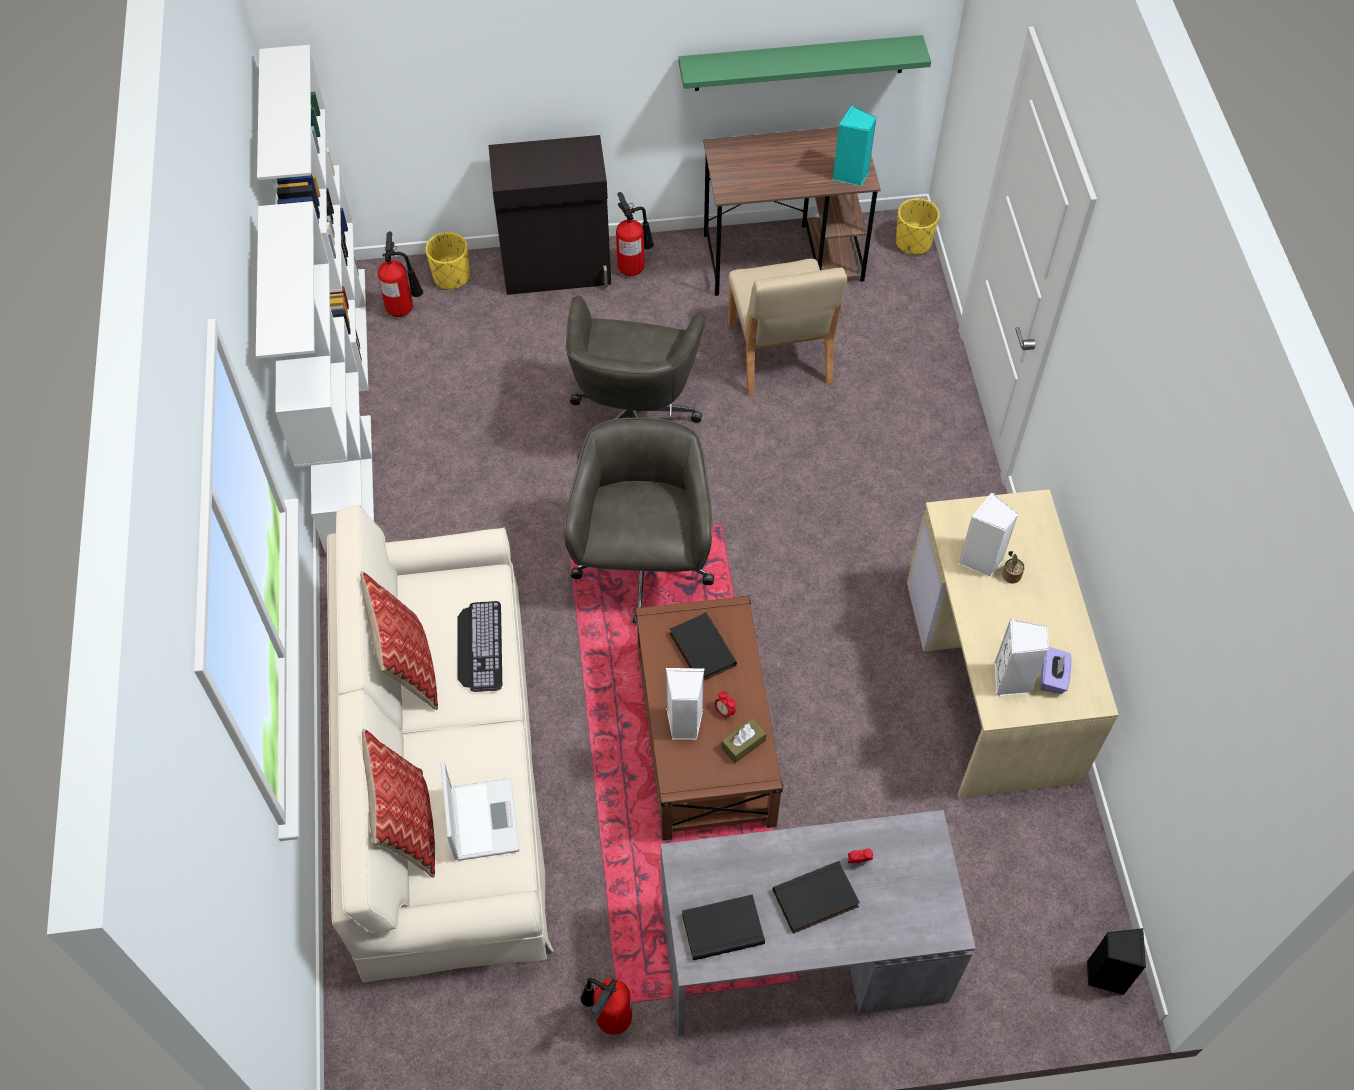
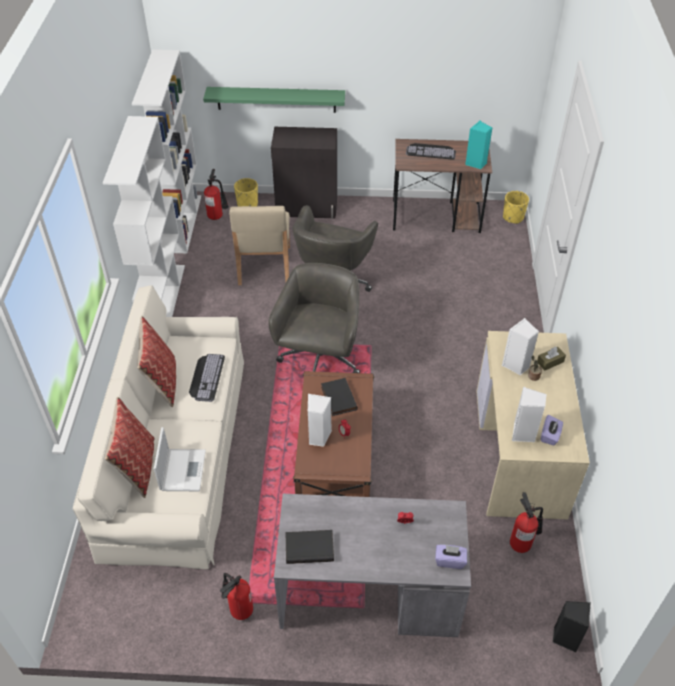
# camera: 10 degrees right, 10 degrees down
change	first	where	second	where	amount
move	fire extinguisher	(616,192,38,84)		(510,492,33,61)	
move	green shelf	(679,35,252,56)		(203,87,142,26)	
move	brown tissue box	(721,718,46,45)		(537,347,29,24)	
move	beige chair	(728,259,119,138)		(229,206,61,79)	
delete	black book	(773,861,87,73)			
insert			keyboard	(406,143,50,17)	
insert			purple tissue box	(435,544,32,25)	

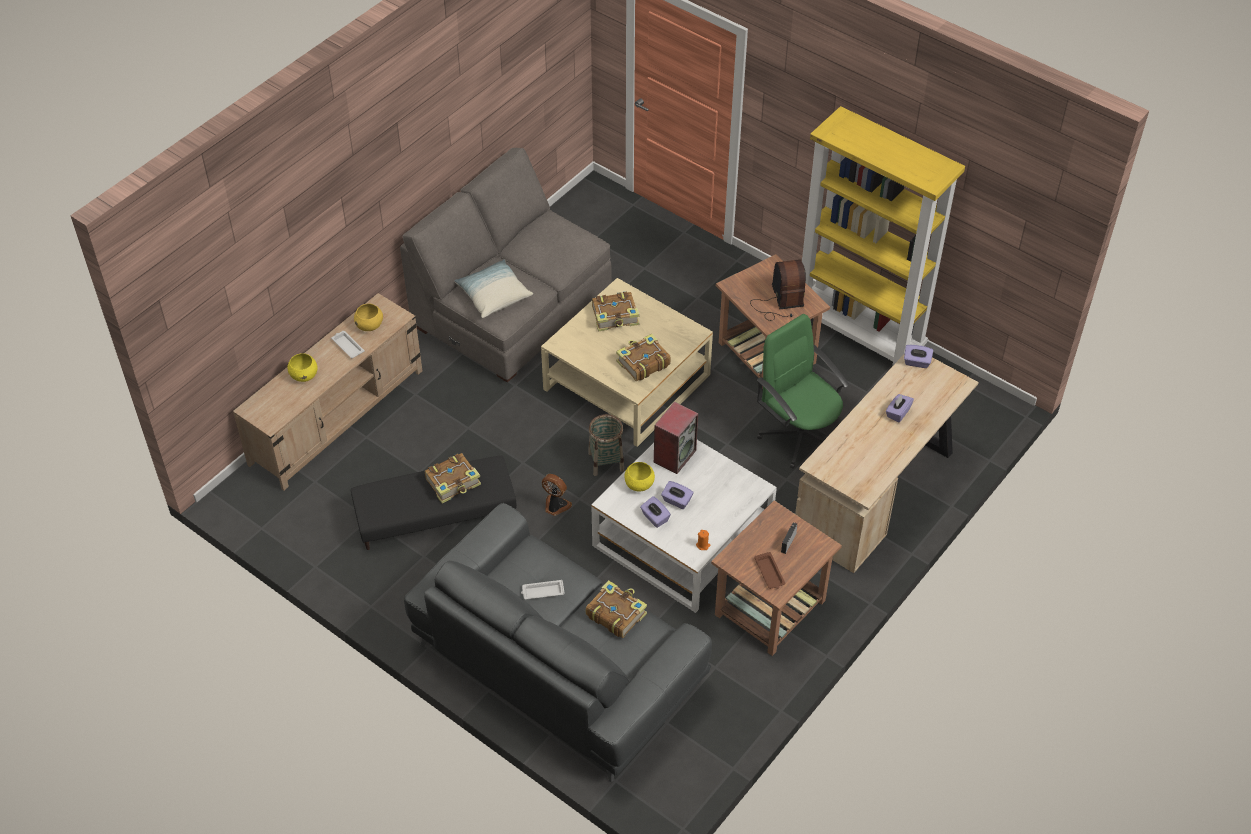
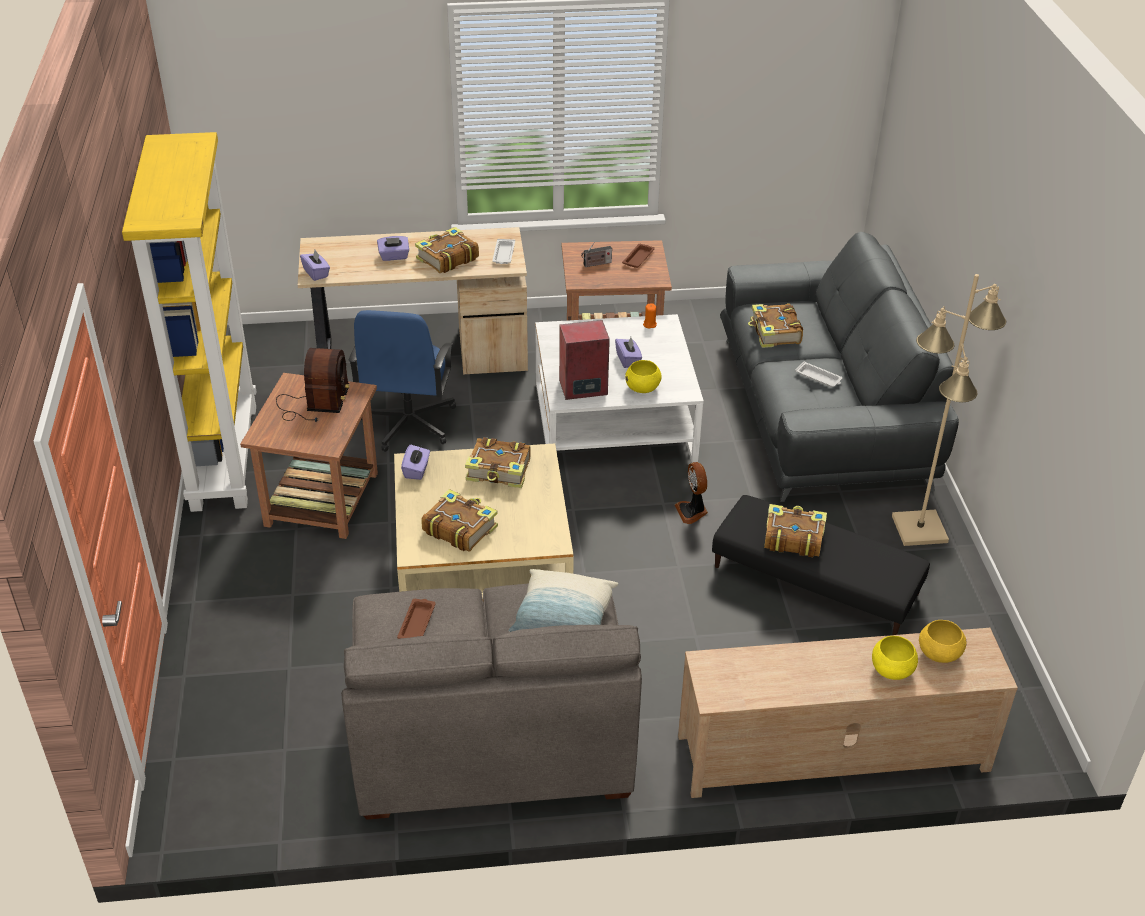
# camera: 135 degrees left, 10 degrees down
change	first	where	second	where	amount
move	white tray	(331,331,33,27)		(492,239,23,25)	
move	yellow bowl	(354,304,29,27)		(919,620,48,43)	
delete	basket	(588,414,36,62)			
move	purple tissue box	(640,496,31,32)		(401,444,29,36)	
rotate	radio	(750,259,56,62)		(276,348,74,74)	150 degrees clockwise
recolor	green office chair	(757,314,92,155)	blue office chair	(348,310,108,142)	
insert			brown tray	(397,599,39,40)	
insert			book	(415,227,64,46)	
insert			beige floor lamp	(892,274,114,272)	

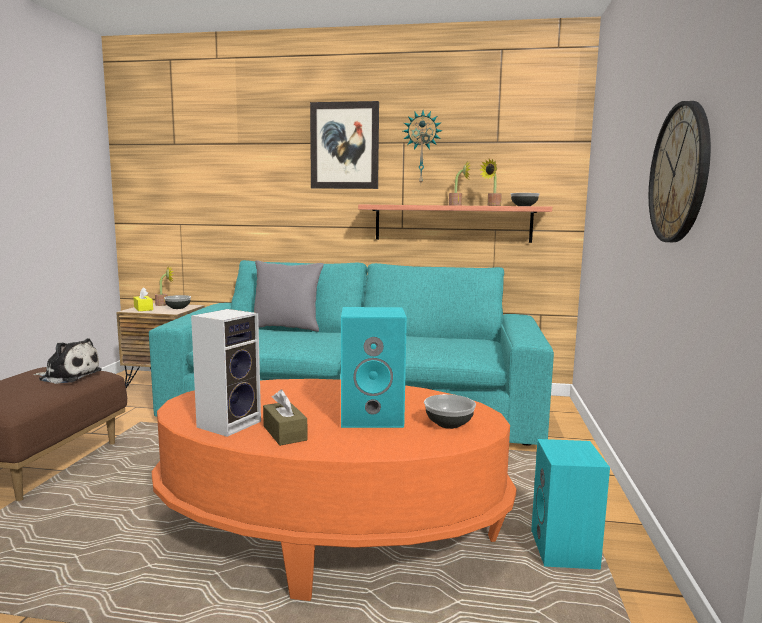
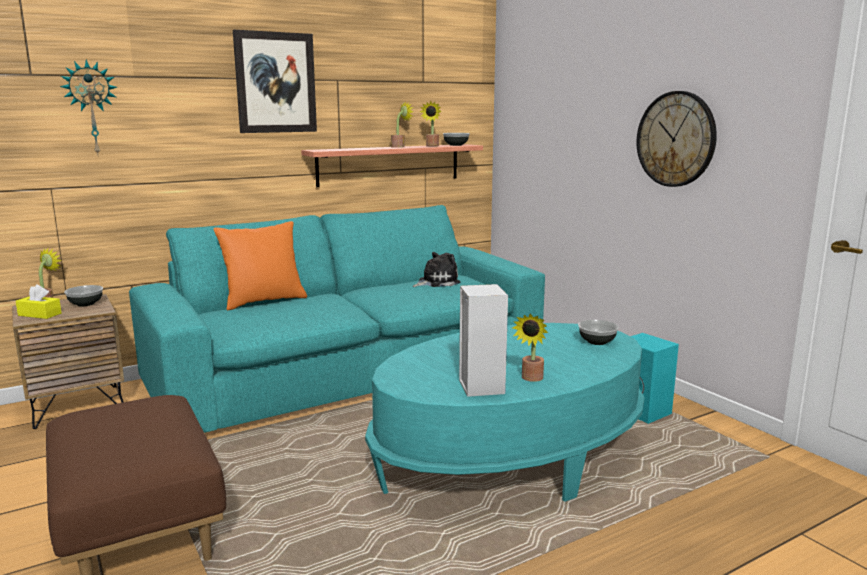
# camera: 40 degrees left, 5 degrees up
change	first	where	second	where	amount
move	plush toy	(33,338,69,46)		(413,252,48,35)	
recolor	orange coffee table	(152,379,365,222)	turquoise coffee table	(365,323,280,179)	
recolor	grey pillow	(254,260,70,72)	orange pillow	(214,221,93,89)	
replace	brown tissue box	(263,390,45,56)	potted plant	(512,314,36,68)	
delete	turquoise speaker	(341,307,66,121)			
move	wall clock	(403,110,40,73)		(60,60,57,95)	

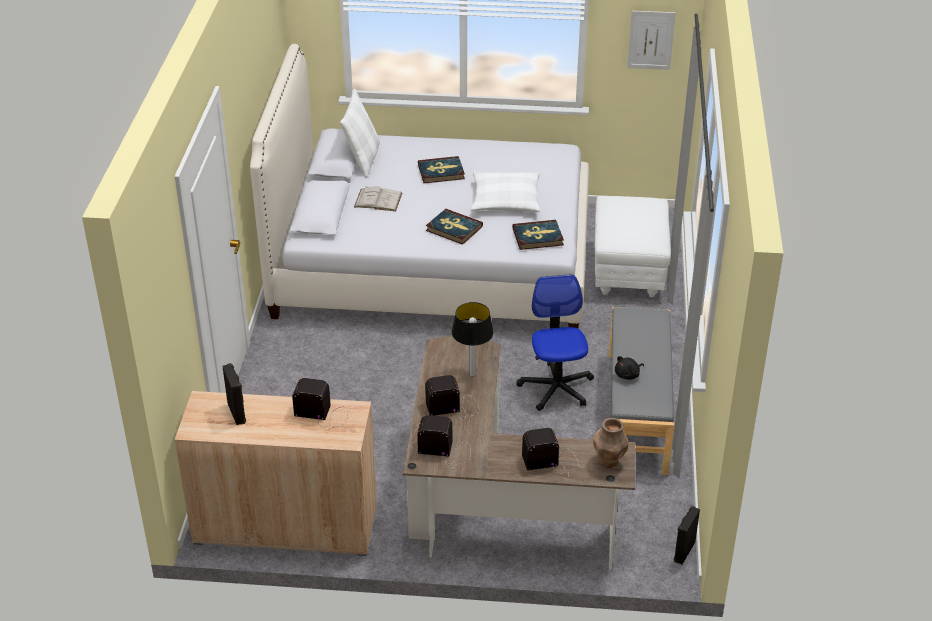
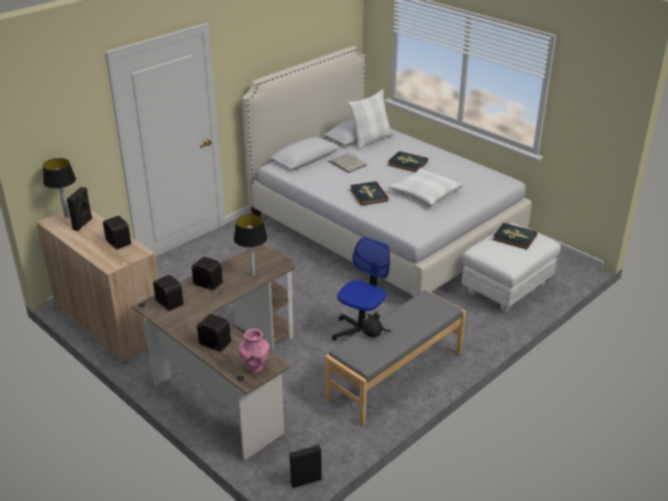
# camera: 40 degrees right, 5 degrees down
change	first	where	second	where	amount
move	book	(513,220,51,30)		(493,223,44,27)	
recolor	brown vase	(593,418,35,50)	pink vase	(238,329,32,44)	
delete	picture	(627,11,49,59)			
insert			table lamp	(43,158,33,60)	

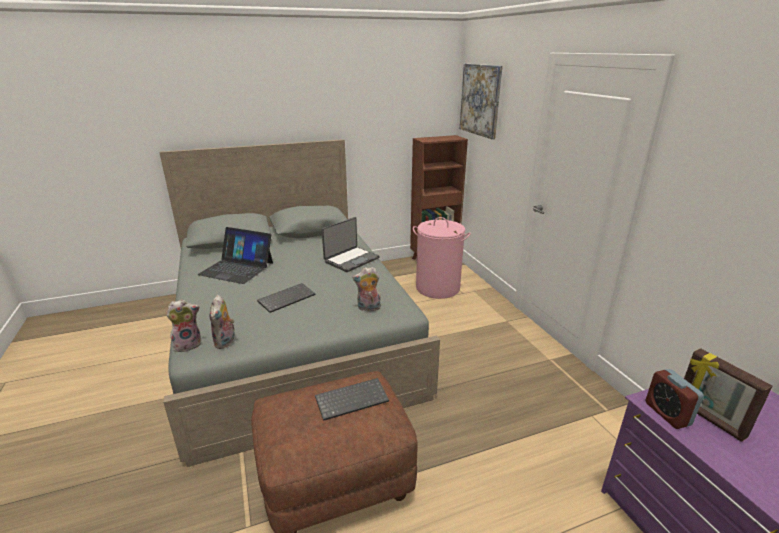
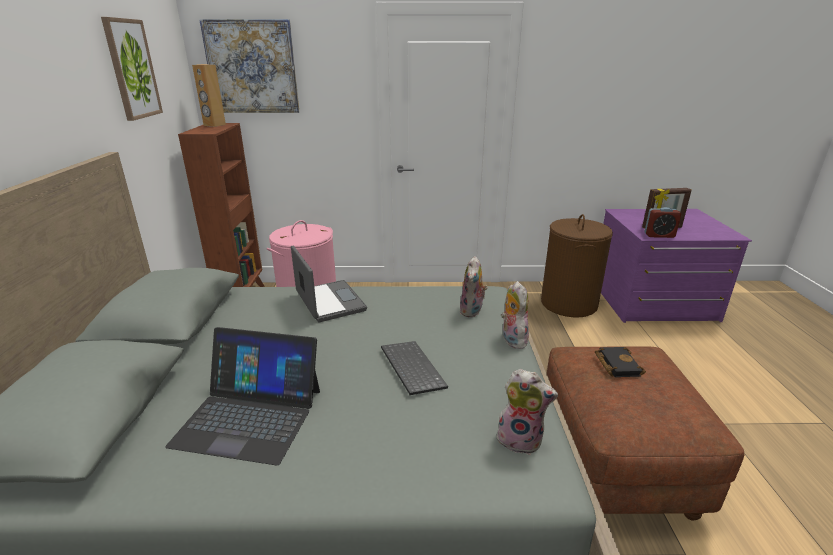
# camera: 70 degrees left, 0 degrees up
change	first	where	second	where	amount
move	plush toy	(167,299,34,53)		(501,281,28,68)	
rotate	laptop	(198,227,75,57)		(165,327,155,138)	60 degrees clockwise
replace	keyboard	(315,378,74,43)	black book	(595,347,51,30)	
insert			picture	(101,17,62,104)	
insert			brown speaker	(192,64,34,63)	
insert			brown laundry basket	(541,214,72,103)	

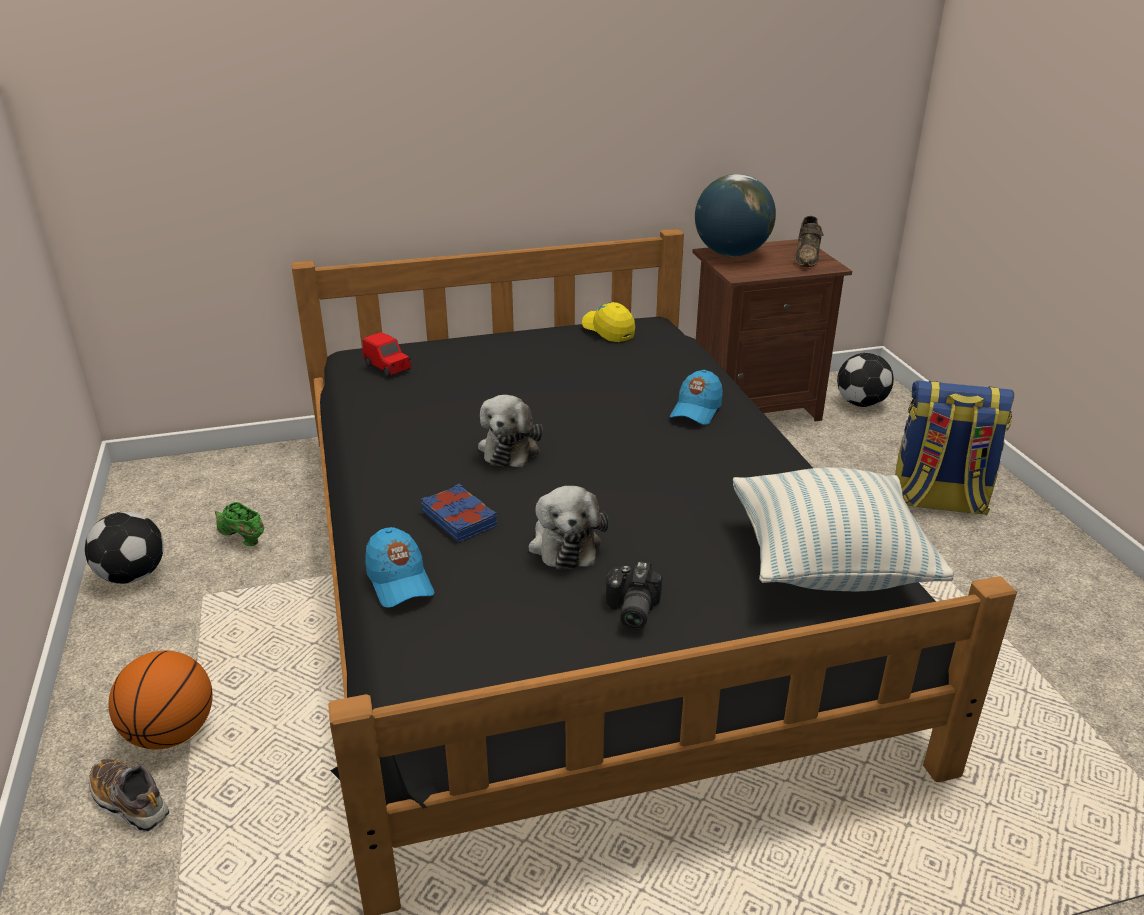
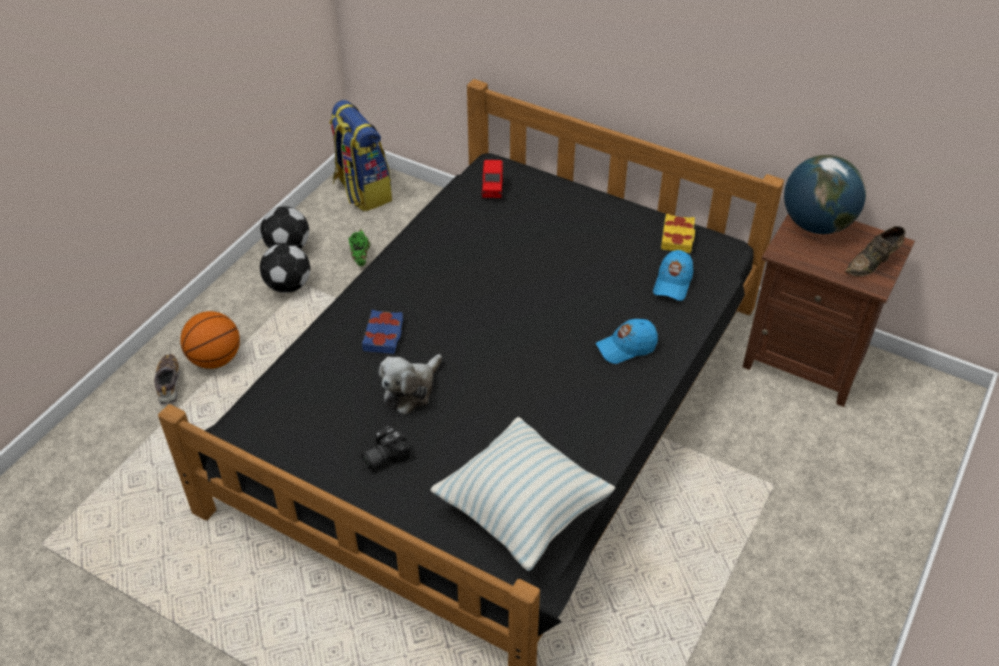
# camera: 45 degrees right, 15 degrees up
change	first	where	second	where	amount
move	blue cap	(365,527,69,81)		(653,250,40,51)	
delete	plush toy	(478,395,65,72)			
replace	yellow cap	(582,302,53,40)	yellow book	(661,214,34,39)	
move	football	(837,353,57,54)		(260,243,50,50)	
move	backpack	(895,381,119,134)		(330,100,62,112)	

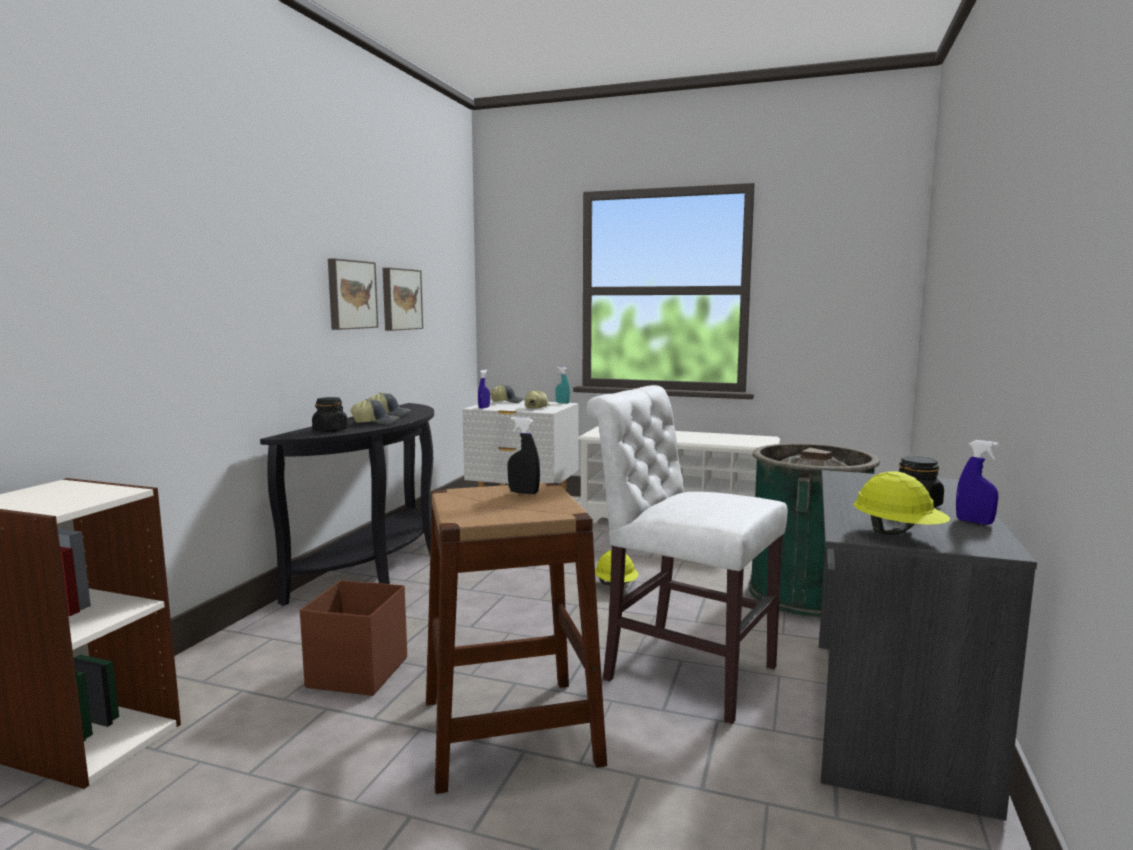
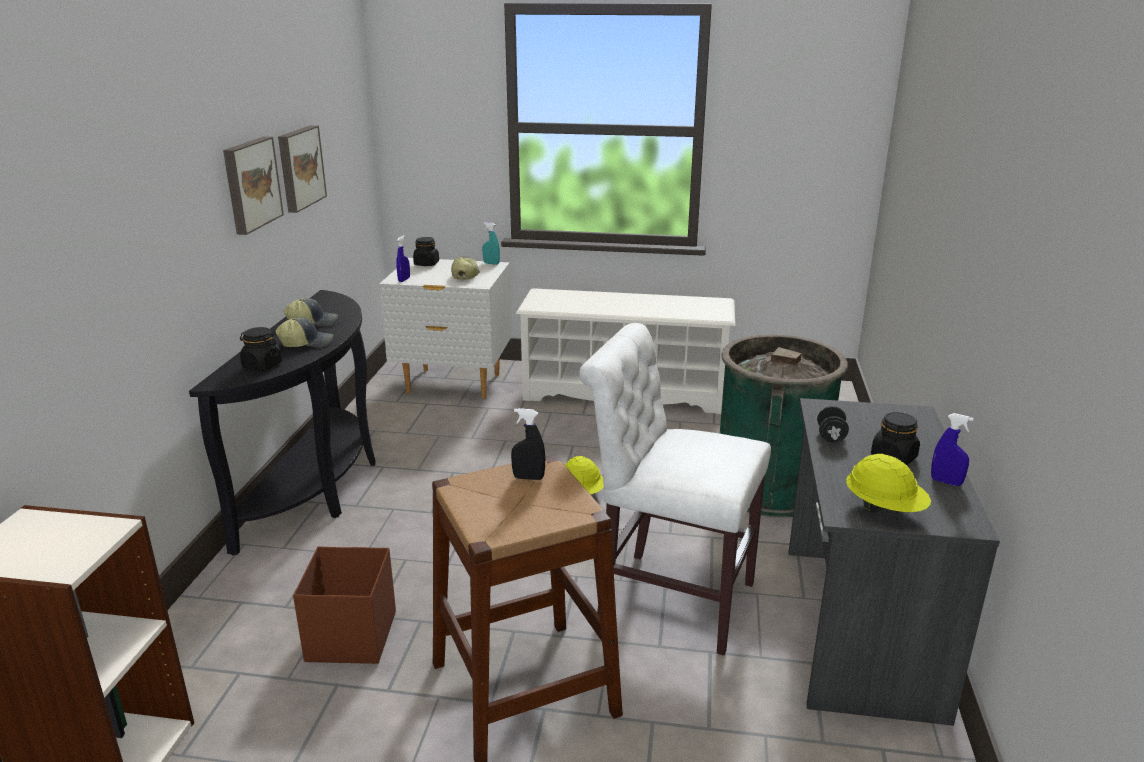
# camera: 10 degrees left, 15 degrees up
change	first	where	second	where	amount
replace	cap	(490,385,34,18)	black jar	(413,237,26,29)	
insert			black dumbbell	(817,406,32,36)	

